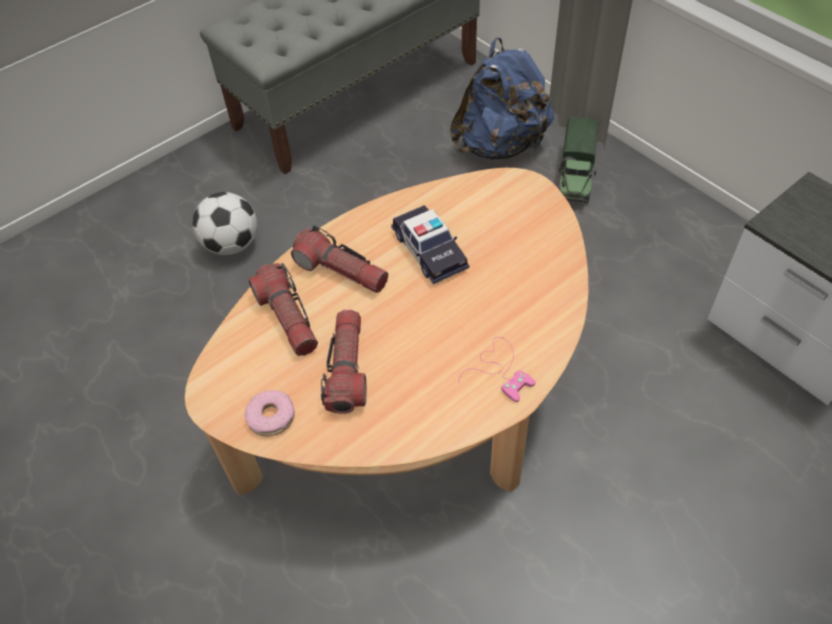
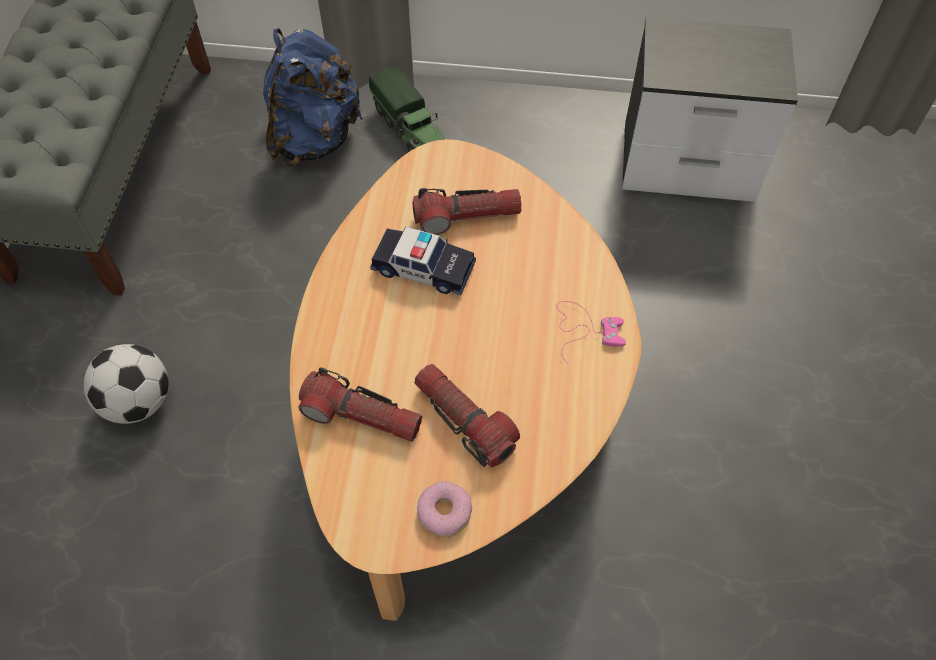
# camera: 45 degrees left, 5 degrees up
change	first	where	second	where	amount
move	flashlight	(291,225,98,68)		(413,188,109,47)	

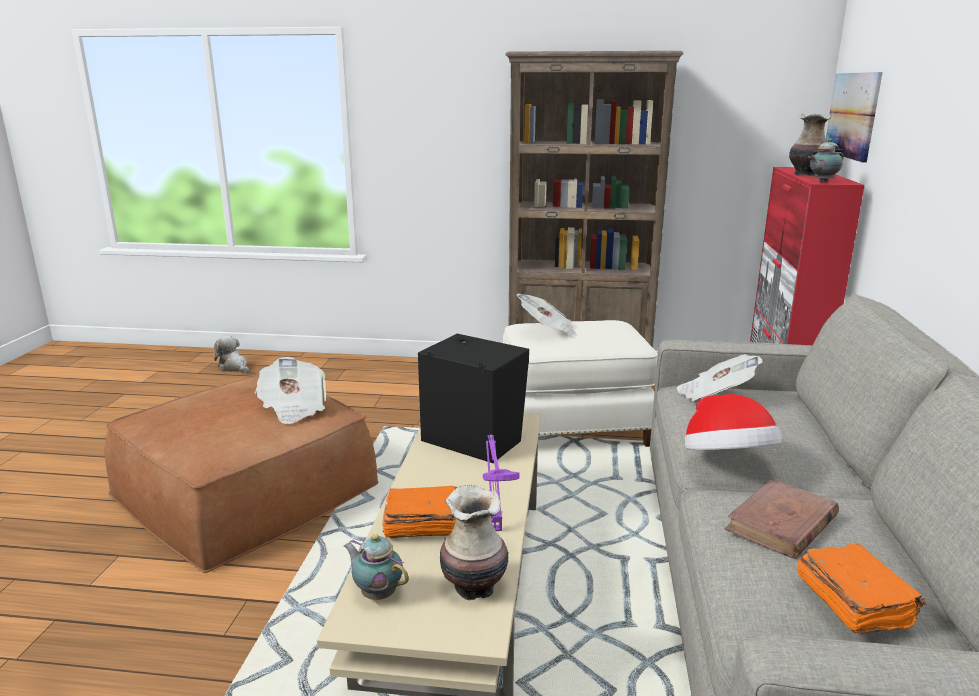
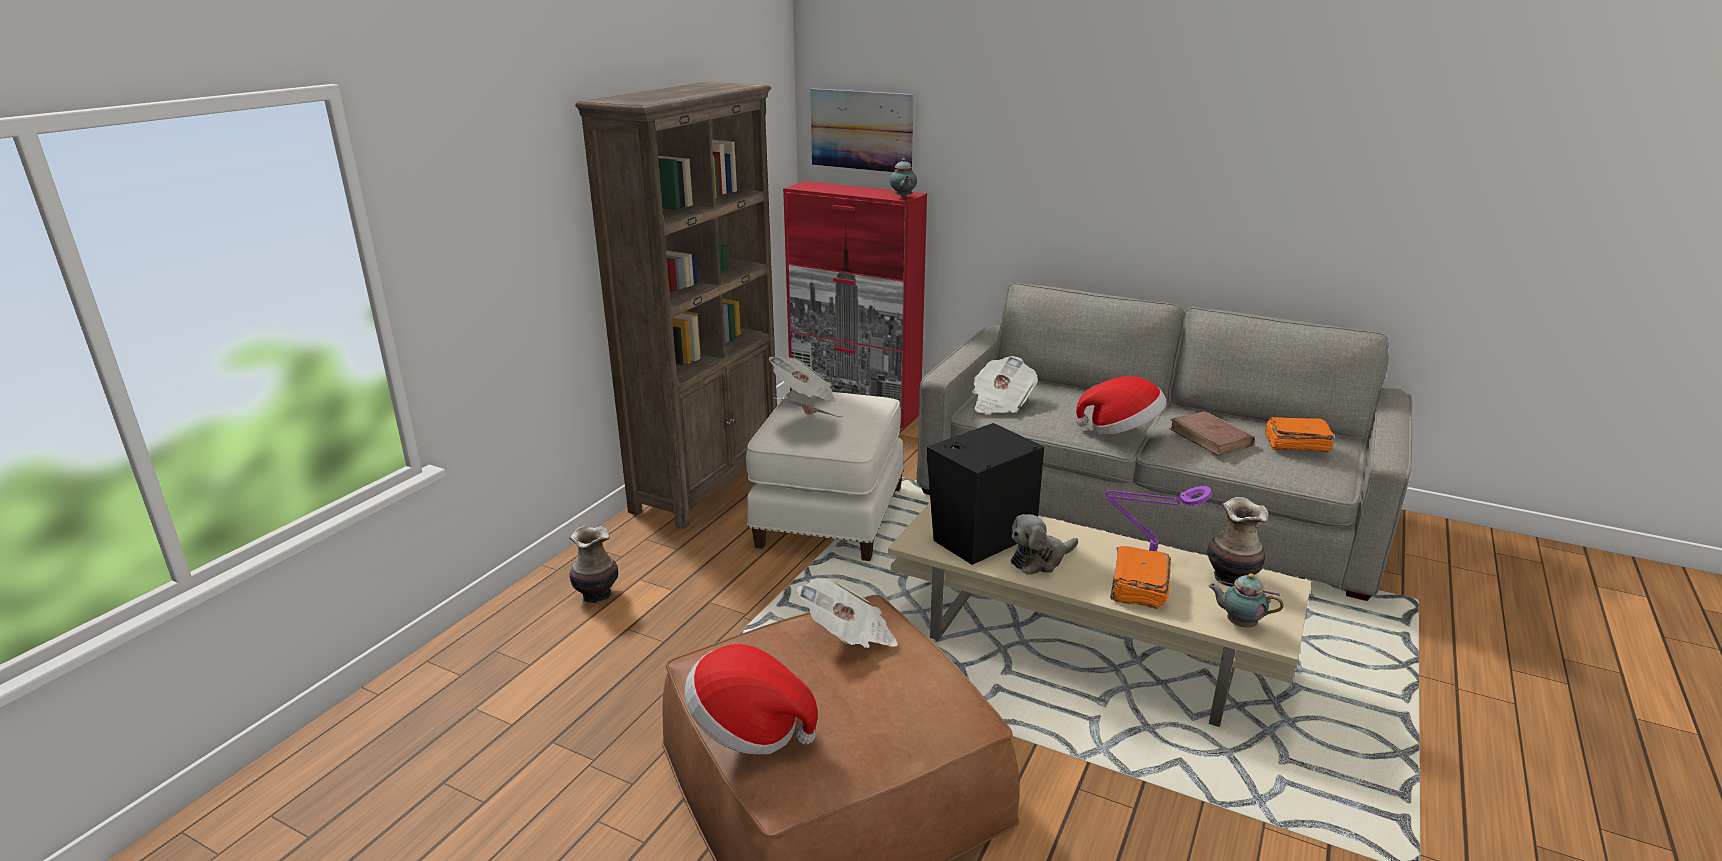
# camera: 70 degrees left, 5 degrees up
change	first	where	second	where	amount
move	plush toy	(214,336,35,37)		(1011,514,67,61)	
rotate	teapot	(344,534,65,66)		(1208,573,76,55)	60 degrees clockwise
move	vase	(789,114,43,62)		(569,526,50,77)	
insert			hat	(685,644,133,110)	
insert			newspaper	(769,357,67,45)	

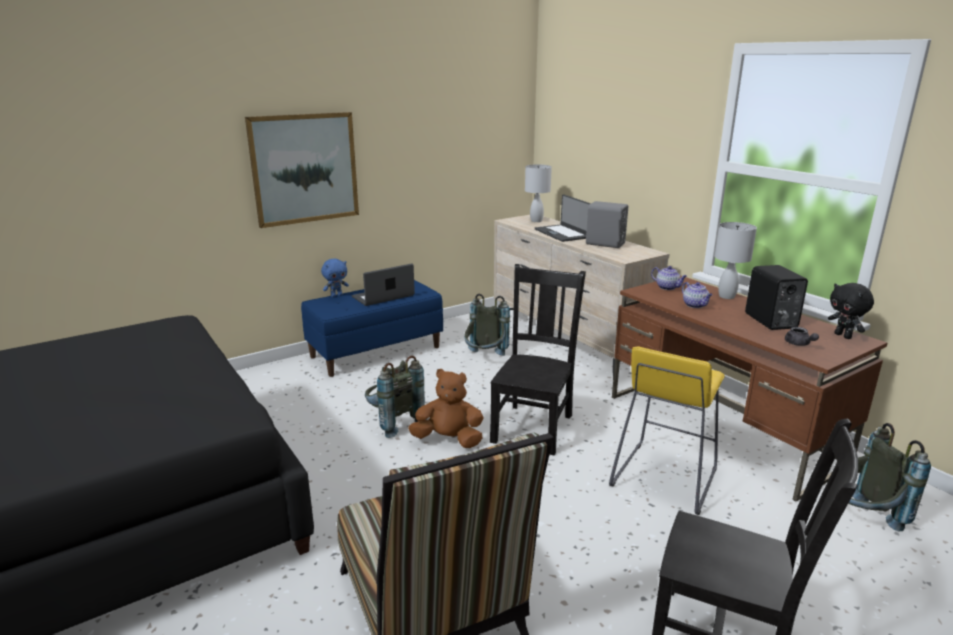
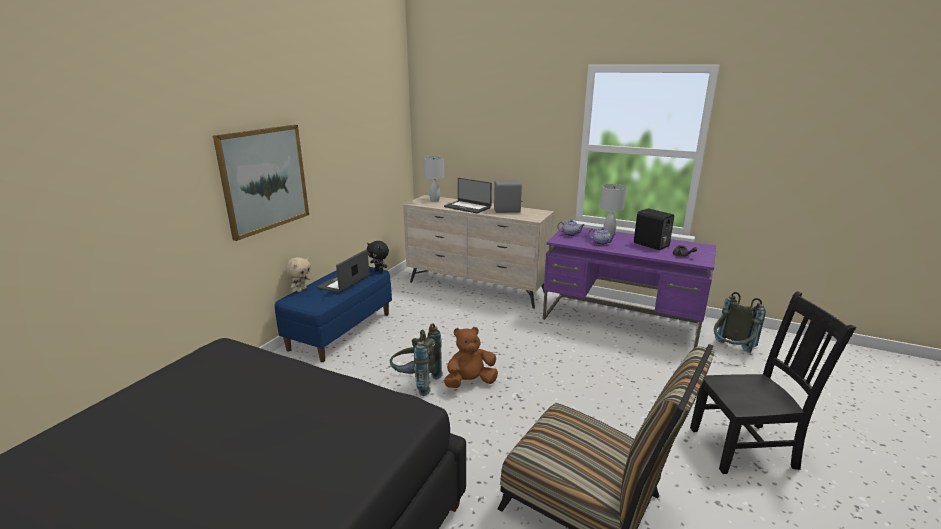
# camera: 30 degrees left, 0 degrees up
change	first	where	second	where	amount
recolor	blue plush toy	(321,259,28,38)	beige plush toy	(286,257,25,35)	
delete	grey backpack	(464,294,46,62)			
delete	black chair	(490,264,96,192)			
delete	yellow stool	(609,346,116,169)			
recolor	brown desk	(612,275,275,227)	purple desk	(543,227,173,121)	
move	black plush toy	(828,283,46,56)		(367,241,22,32)	

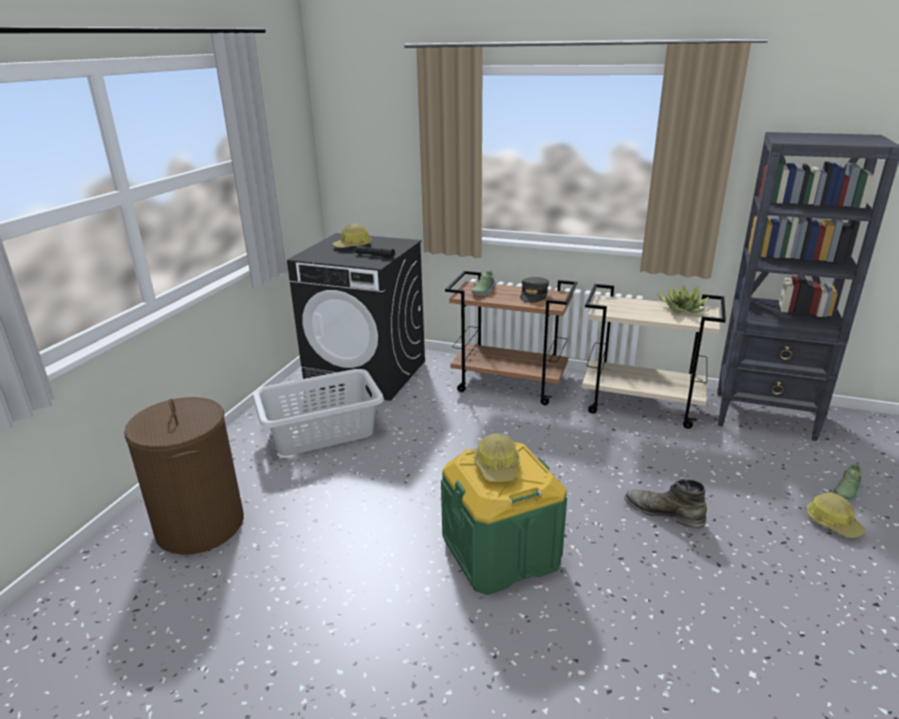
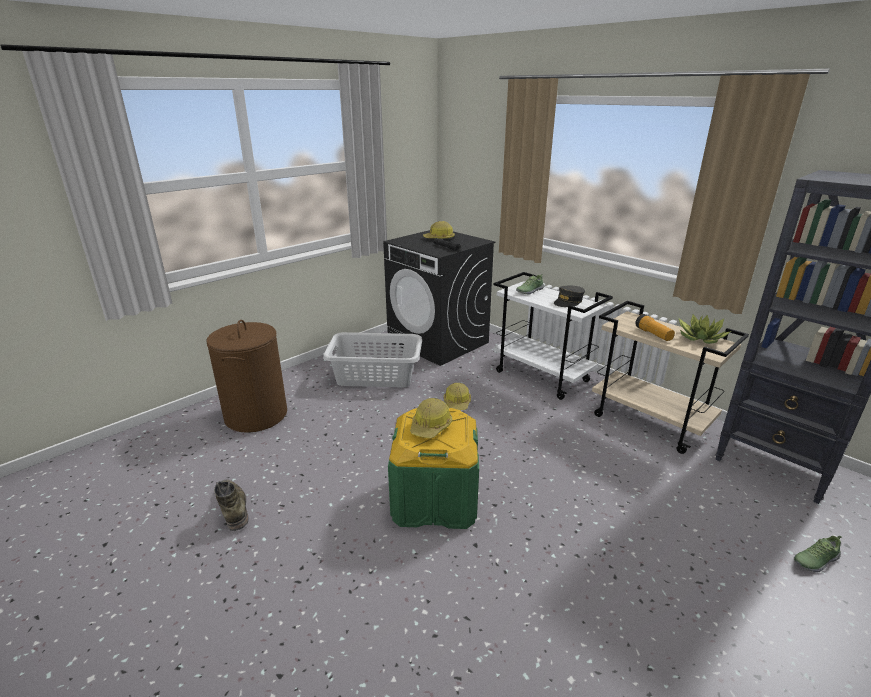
# camera: 25 degrees right, 0 degrees up
change	first	where	second	where	amount
recolor	brown cart	(445,271,132,134)	white cart	(493,272,120,128)	
move	green boot	(625,479,82,49)		(214,479,35,52)	
move	hard hat	(806,492,60,46)		(444,383,27,27)	
insert			flashlight	(635,314,40,27)	

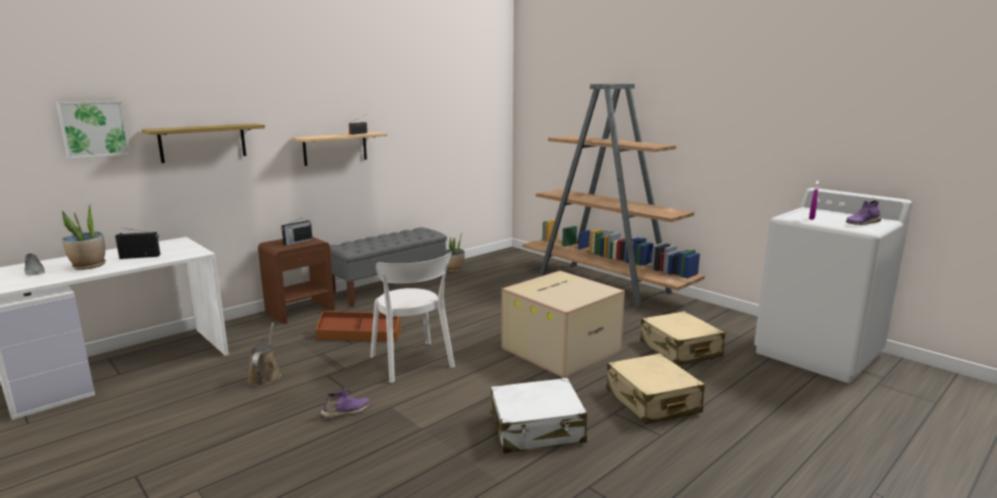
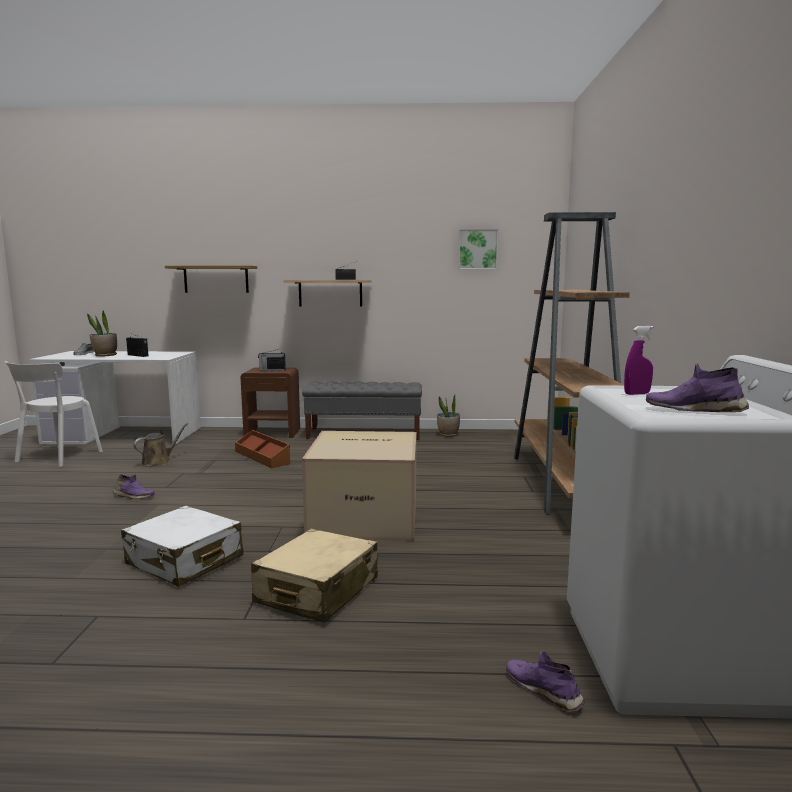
# camera: 45 degrees right, 5 degrees down
change	first	where	second	where	amount
move	picture	(56,101,75,58)		(458,229,41,41)	
move	white chair	(370,252,85,131)		(5,361,98,106)	
delete	beige suitcase	(640,311,85,54)			
insert			purple shoe	(506,651,79,61)	

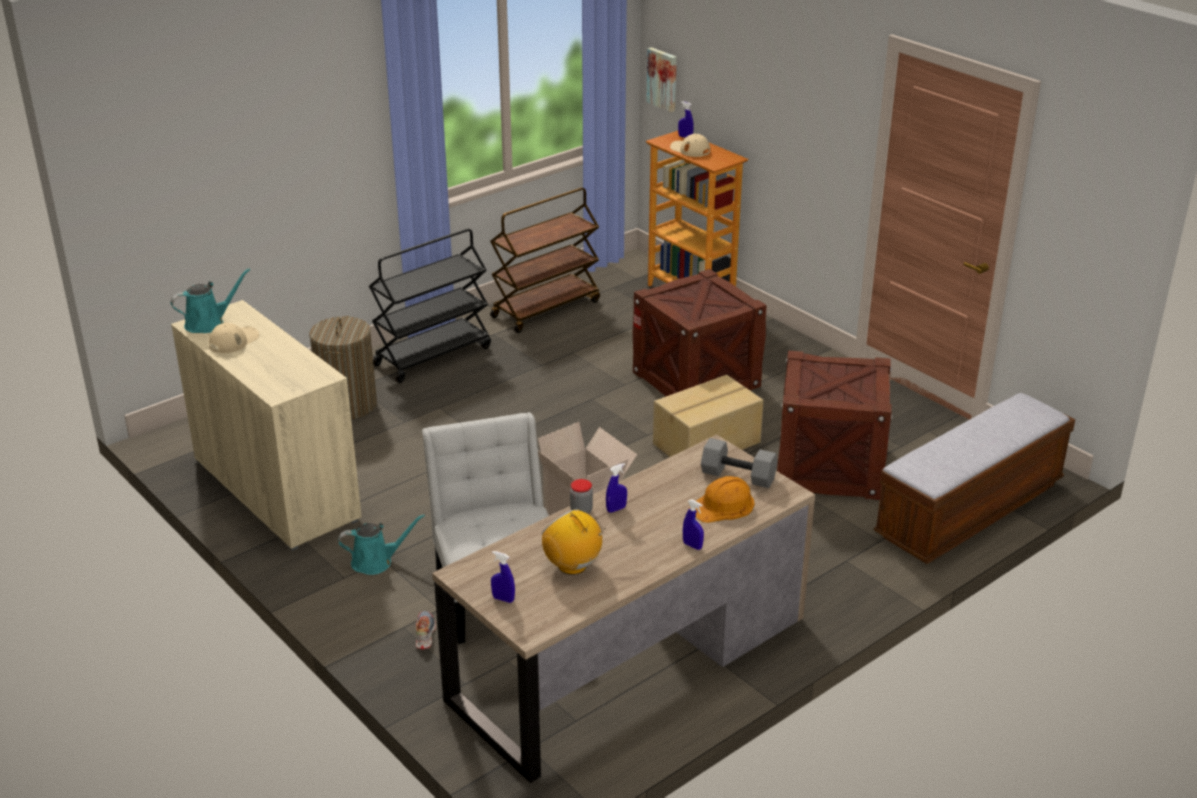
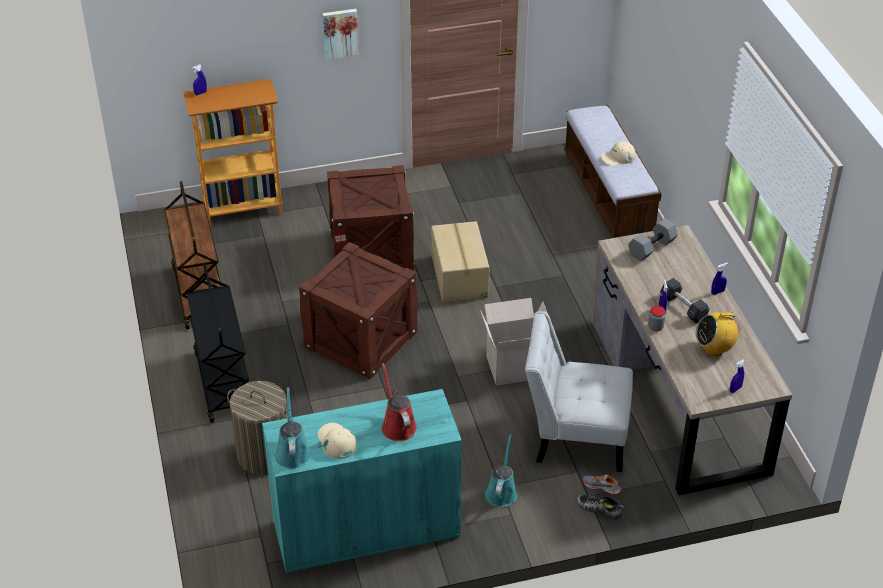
# camera: 65 degrees left, 10 degrees up
change	first	where	second	where	amount
recolor	beige cabinet	(171,300,191,251)	turquoise cabinet	(262,389,200,185)	
move	picture	(646,47,31,65)		(322,9,37,51)	
move	beige cap	(670,134,40,23)		(600,141,36,25)	
delete	orange hard hat	(689,476,66,47)			
move	crate	(777,351,116,149)		(299,242,119,138)	
insert			red watering can	(382,363,35,78)	
insert			shoe	(576,495,48,25)	
insert			grey dumbbell	(660,278,50,45)	

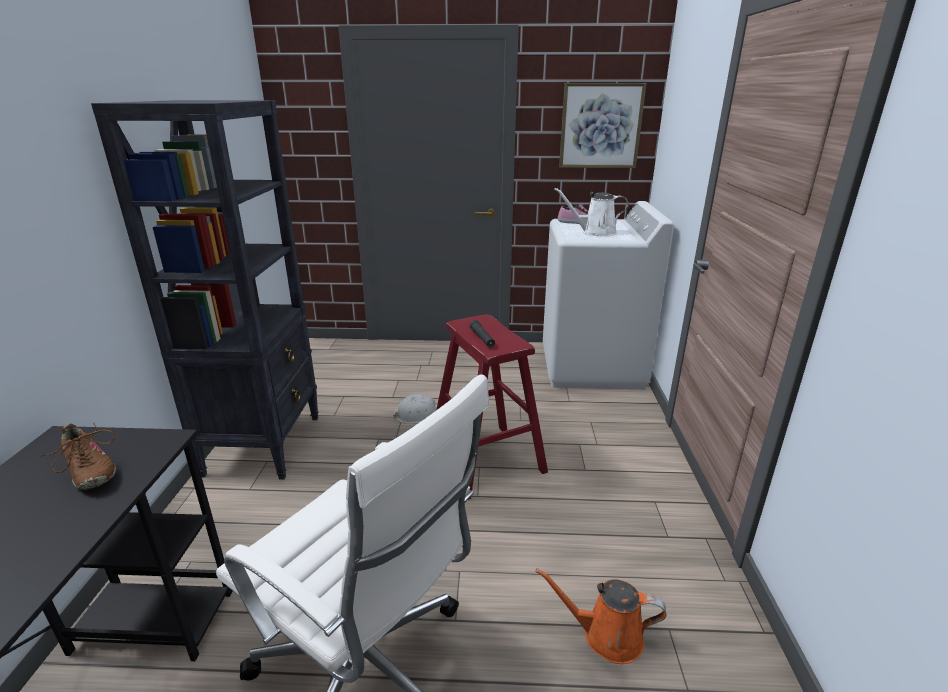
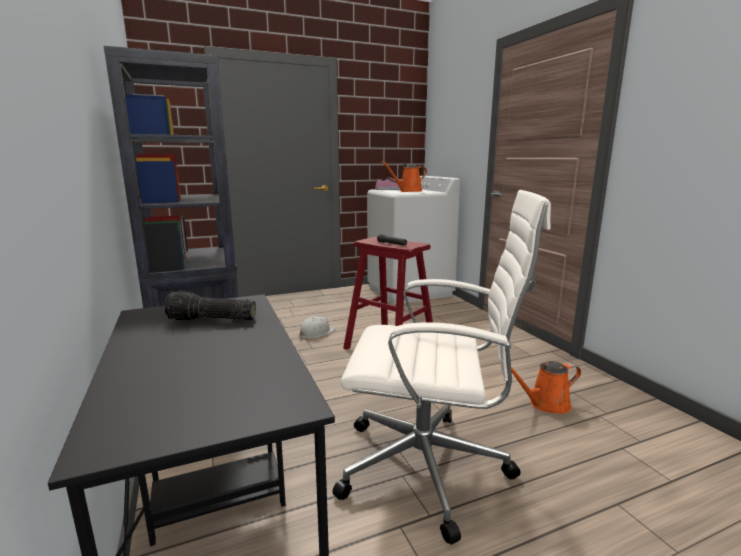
# camera: 25 degrees left, 10 degrees down
change	first	where	second	where	amount
replace	brown shoe	(39,422,77,68)	flashlight	(164,291,92,30)	
recolor	white watering can	(554,188,75,48)	orange watering can	(382,161,45,31)	
delete	picture	(559,83,87,85)			

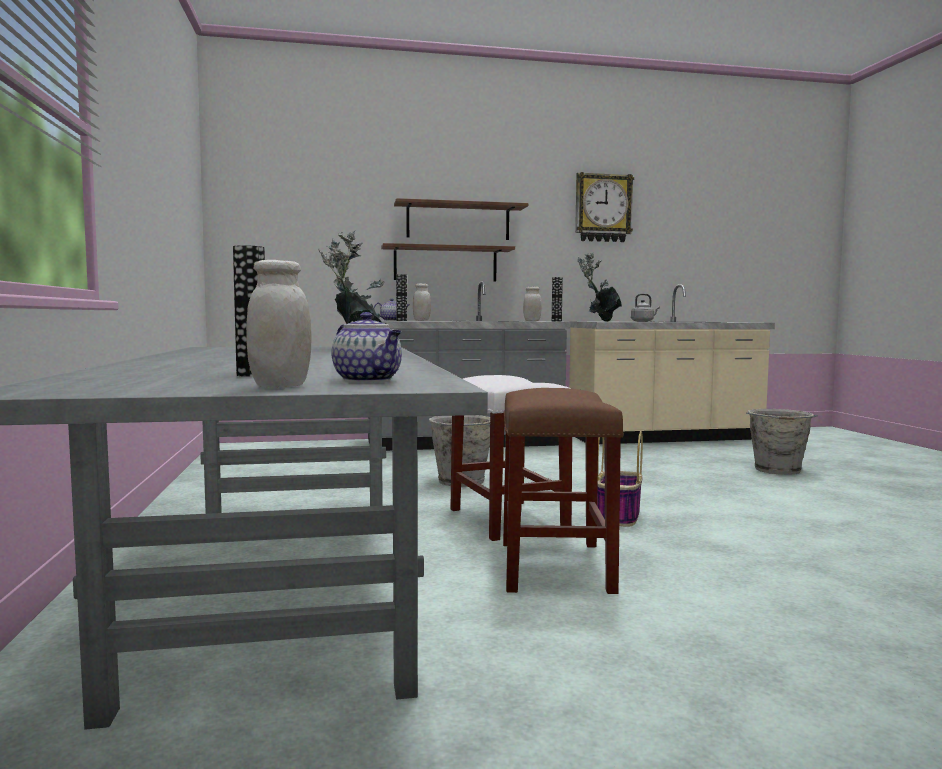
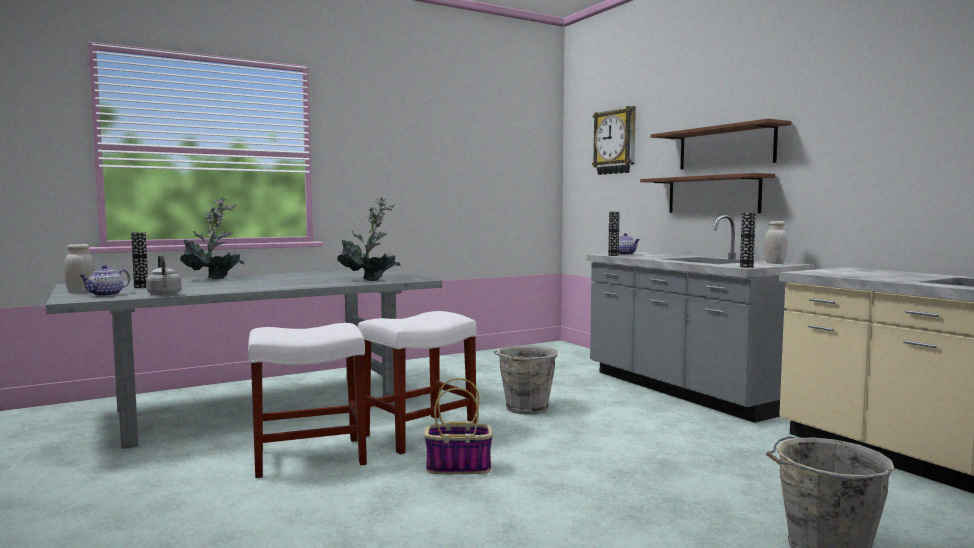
# camera: 70 degrees right, 0 degrees up
change	first	where	second	where	amount
delete	white jar	(413,284,18,37)			
recolor	brown stool	(503,388,121,206)	white stool	(248,323,119,155)	
move	wall clock	(575,172,59,70)		(592,106,44,69)	
move	potted plant	(578,252,44,70)		(180,197,64,83)	
move	grey kettle	(631,294,29,28)		(146,255,36,40)	

